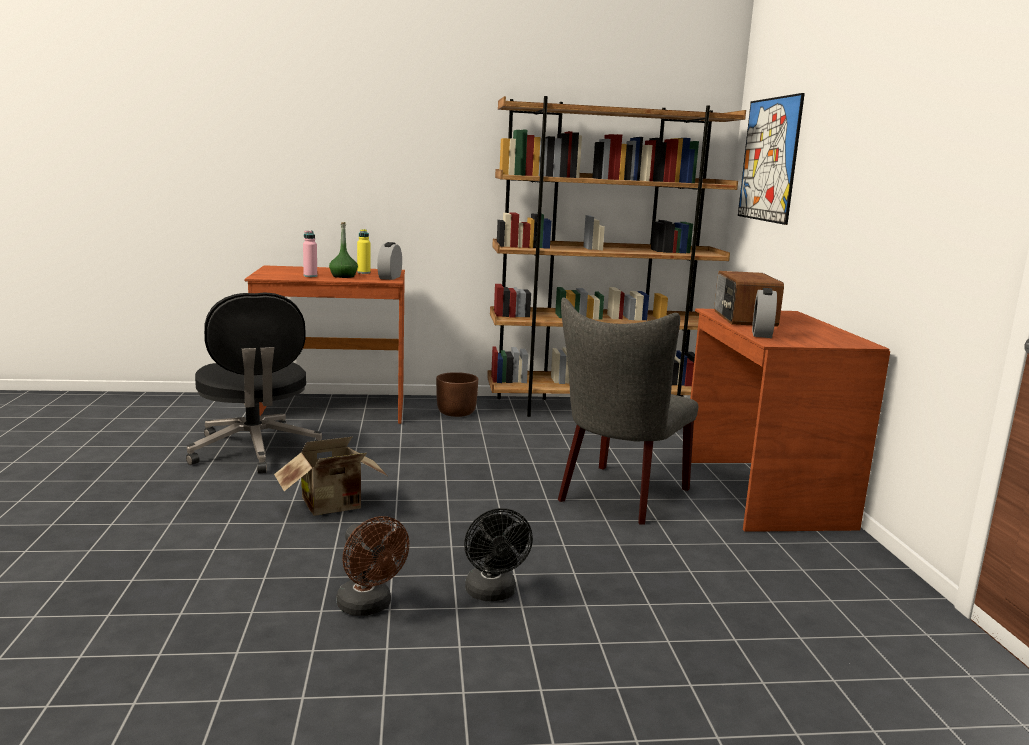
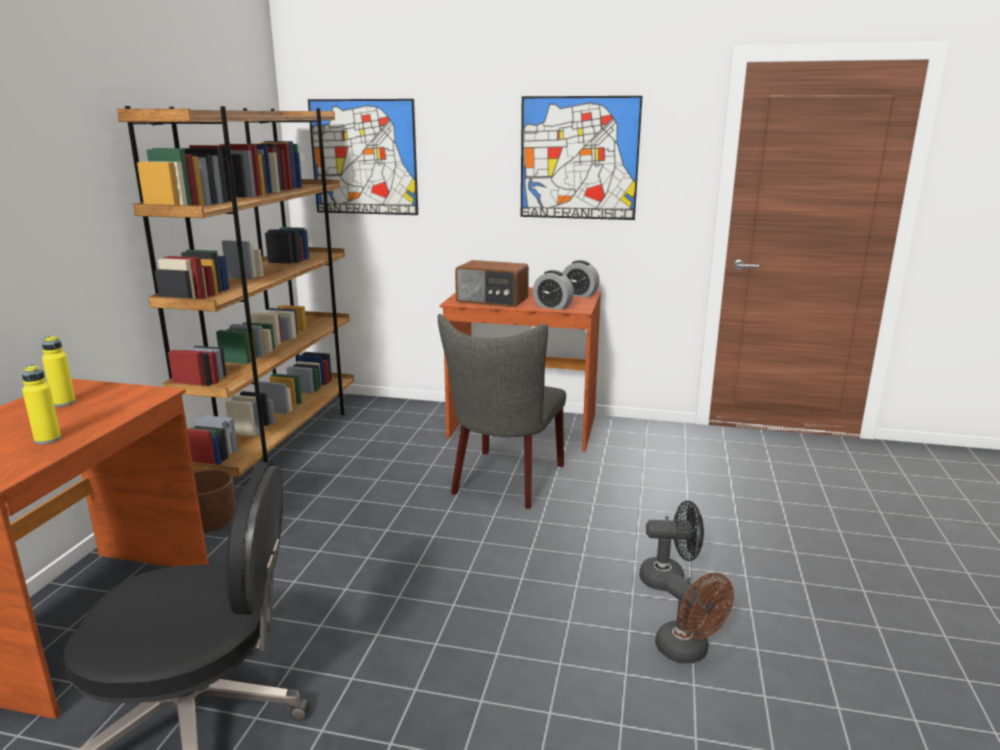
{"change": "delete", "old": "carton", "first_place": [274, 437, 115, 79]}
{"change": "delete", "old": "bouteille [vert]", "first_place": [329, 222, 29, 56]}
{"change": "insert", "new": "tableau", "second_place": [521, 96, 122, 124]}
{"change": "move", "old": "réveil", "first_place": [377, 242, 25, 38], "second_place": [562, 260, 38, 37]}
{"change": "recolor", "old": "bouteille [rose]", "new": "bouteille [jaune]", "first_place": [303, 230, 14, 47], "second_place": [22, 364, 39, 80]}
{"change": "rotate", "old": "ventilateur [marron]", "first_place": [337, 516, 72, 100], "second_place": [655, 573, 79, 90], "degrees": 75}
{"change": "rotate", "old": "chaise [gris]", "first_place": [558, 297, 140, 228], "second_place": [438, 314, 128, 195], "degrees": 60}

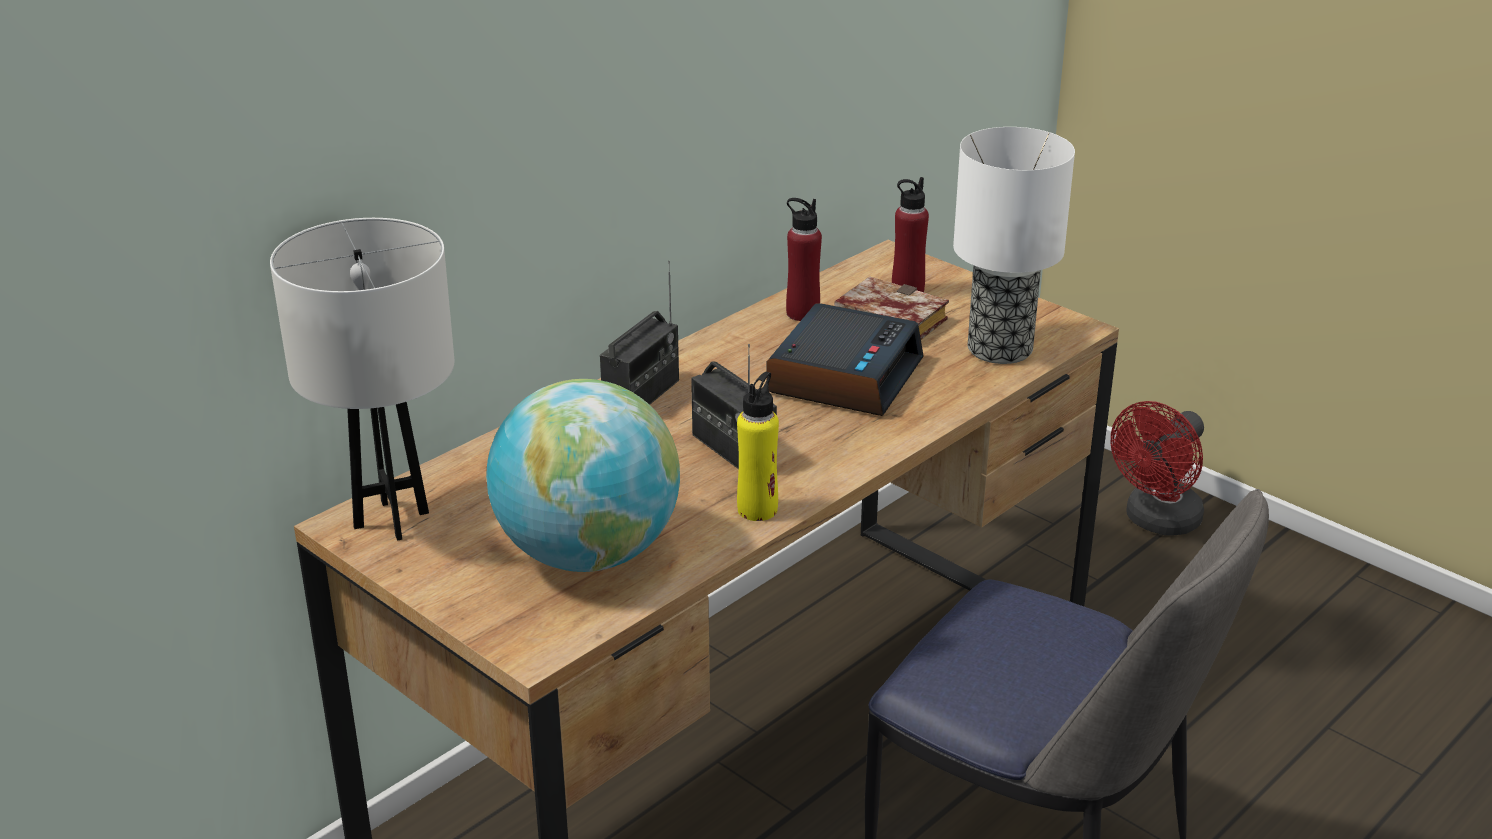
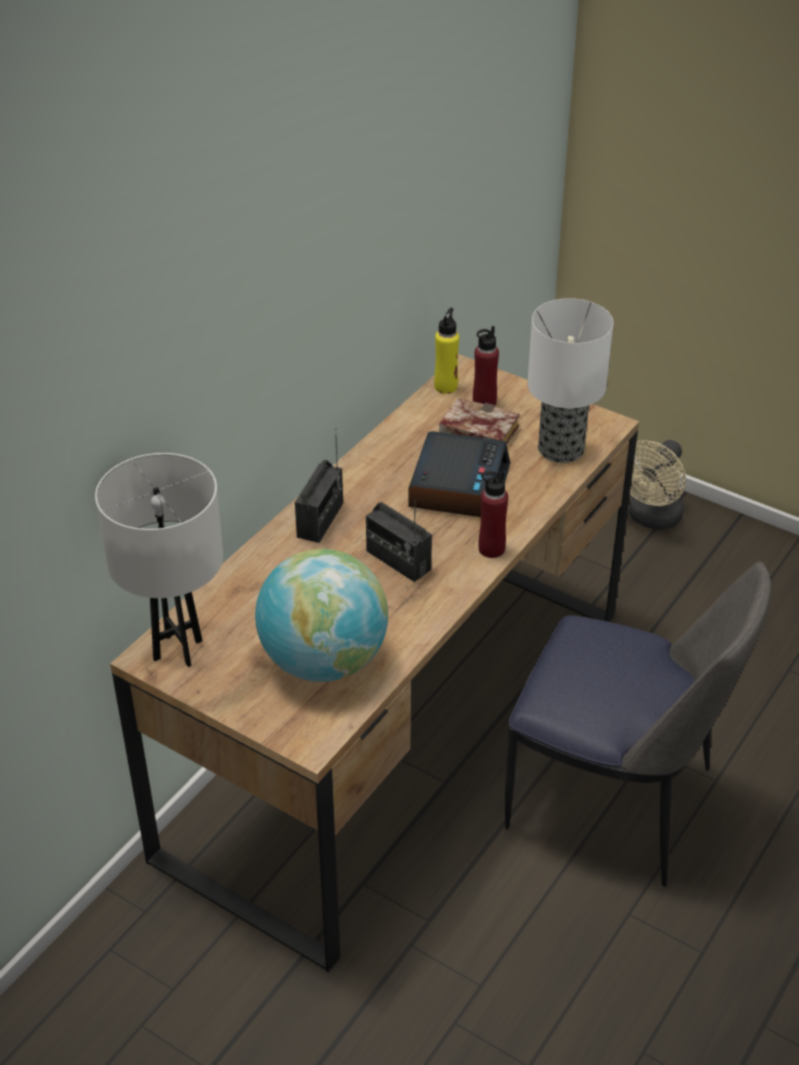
{"change": "move", "old": "bouteille [jaune]", "first_place": [737, 372, 42, 149], "second_place": [434, 308, 25, 86]}
{"change": "move", "old": "bouteille [rouge]", "first_place": [786, 198, 36, 123], "second_place": [478, 471, 30, 87]}
{"change": "recolor", "old": "ventilateur [rouge]", "new": "ventilateur [beige]", "first_place": [1111, 401, 93, 135], "second_place": [629, 440, 57, 90]}

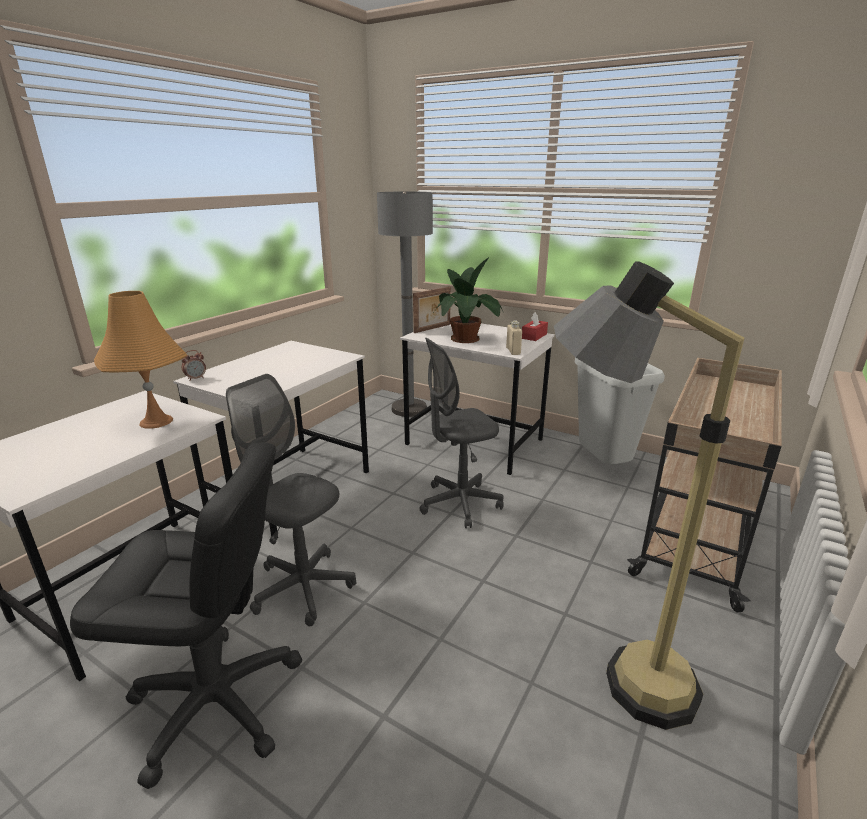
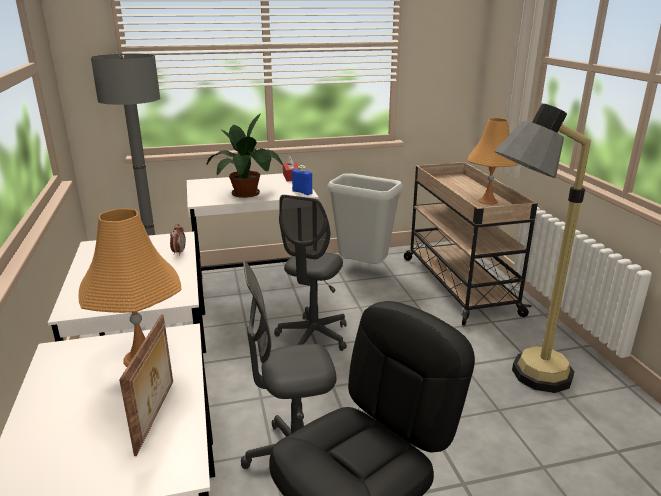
{"change": "insert", "new": "lampe de table [orange]", "second_place": [468, 118, 51, 87]}
{"change": "move", "old": "réveil", "first_place": [181, 350, 25, 31], "second_place": [170, 223, 16, 32]}
{"change": "move", "old": "cadre photo", "first_place": [413, 287, 38, 46], "second_place": [119, 314, 54, 142]}
{"change": "recolor", "old": "bouteille [beige]", "new": "bouteille [bleu]", "first_place": [506, 320, 16, 35], "second_place": [292, 165, 21, 30]}

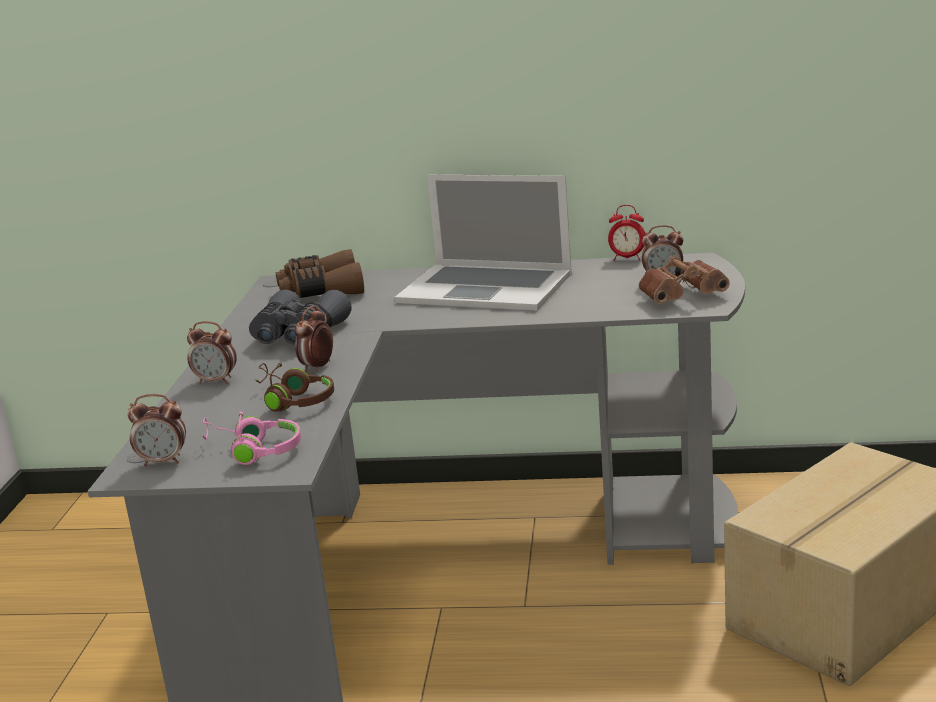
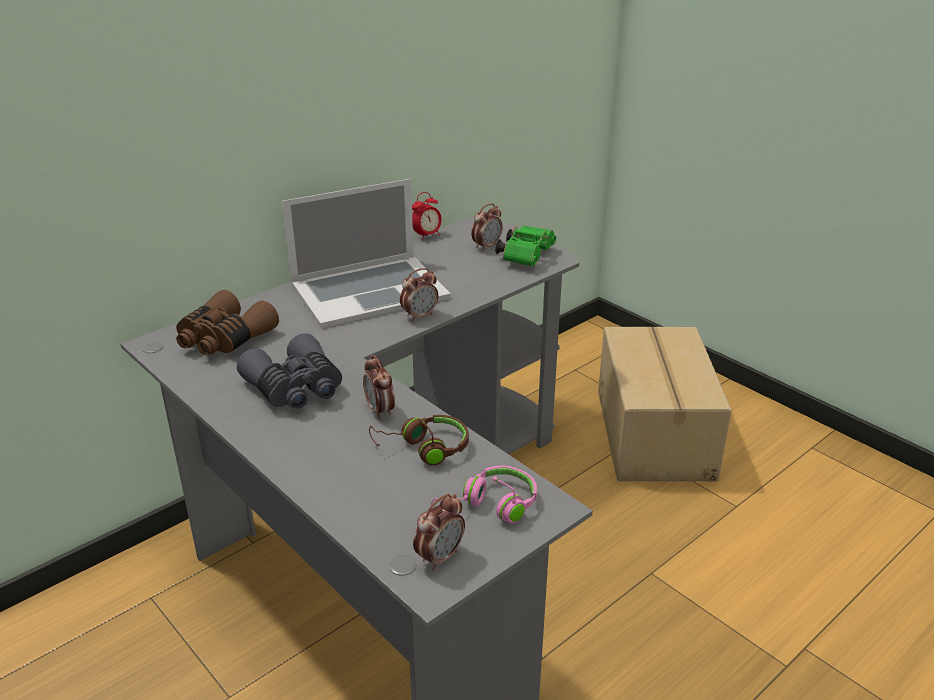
{"change": "move", "old": "réveil", "first_place": [187, 321, 50, 63], "second_place": [400, 268, 38, 54]}
{"change": "recolor", "old": "jumelles [marron]", "new": "jumelles [vert]", "first_place": [639, 255, 91, 49], "second_place": [495, 225, 61, 42]}

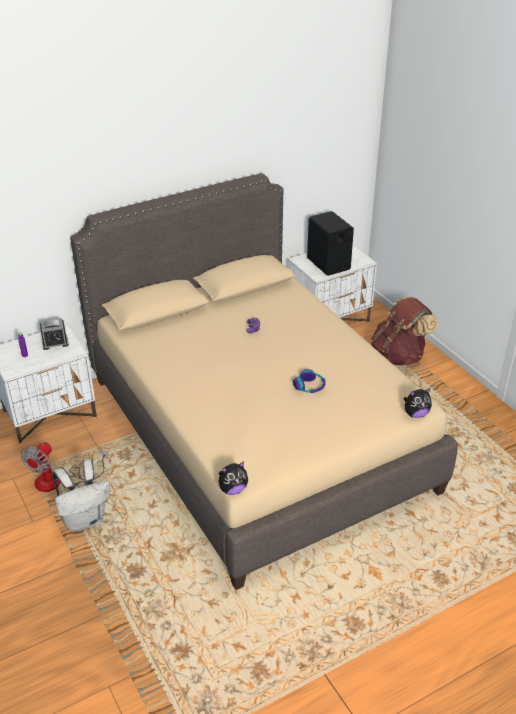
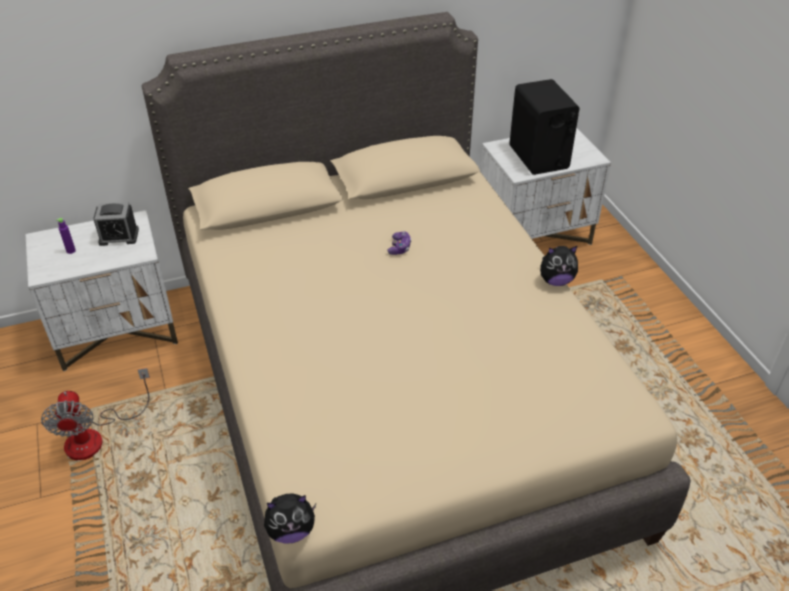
{"change": "delete", "old": "sac à dos [blanc]", "first_place": [52, 459, 58, 73]}
{"change": "delete", "old": "casque audio", "first_place": [293, 369, 33, 24]}
{"change": "delete", "old": "sac à dos [marron]", "first_place": [371, 296, 67, 70]}
{"change": "move", "old": "peluche", "first_place": [404, 388, 28, 30], "second_place": [540, 246, 38, 40]}
{"change": "rotate", "old": "ventilateur", "first_place": [21, 442, 87, 50], "second_place": [41, 368, 109, 92], "degrees": -45}

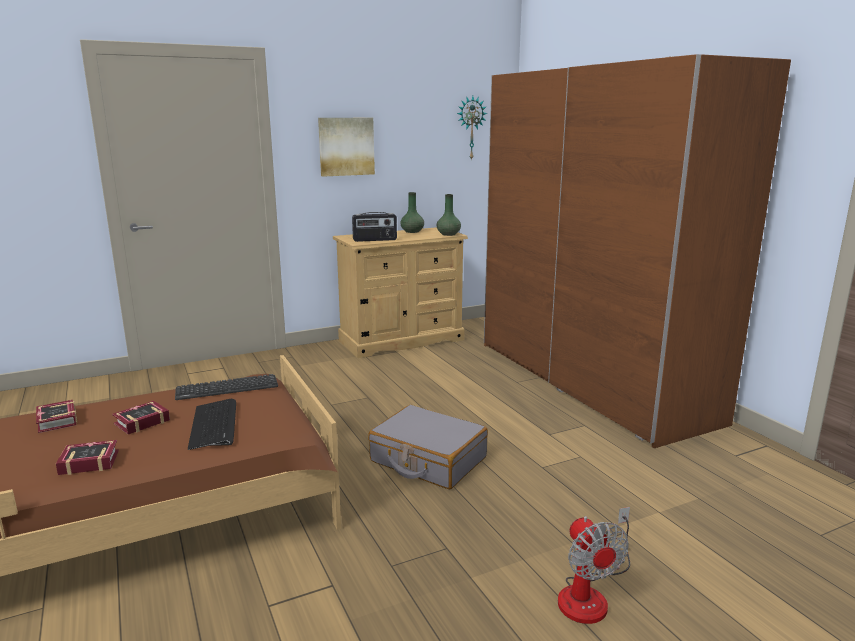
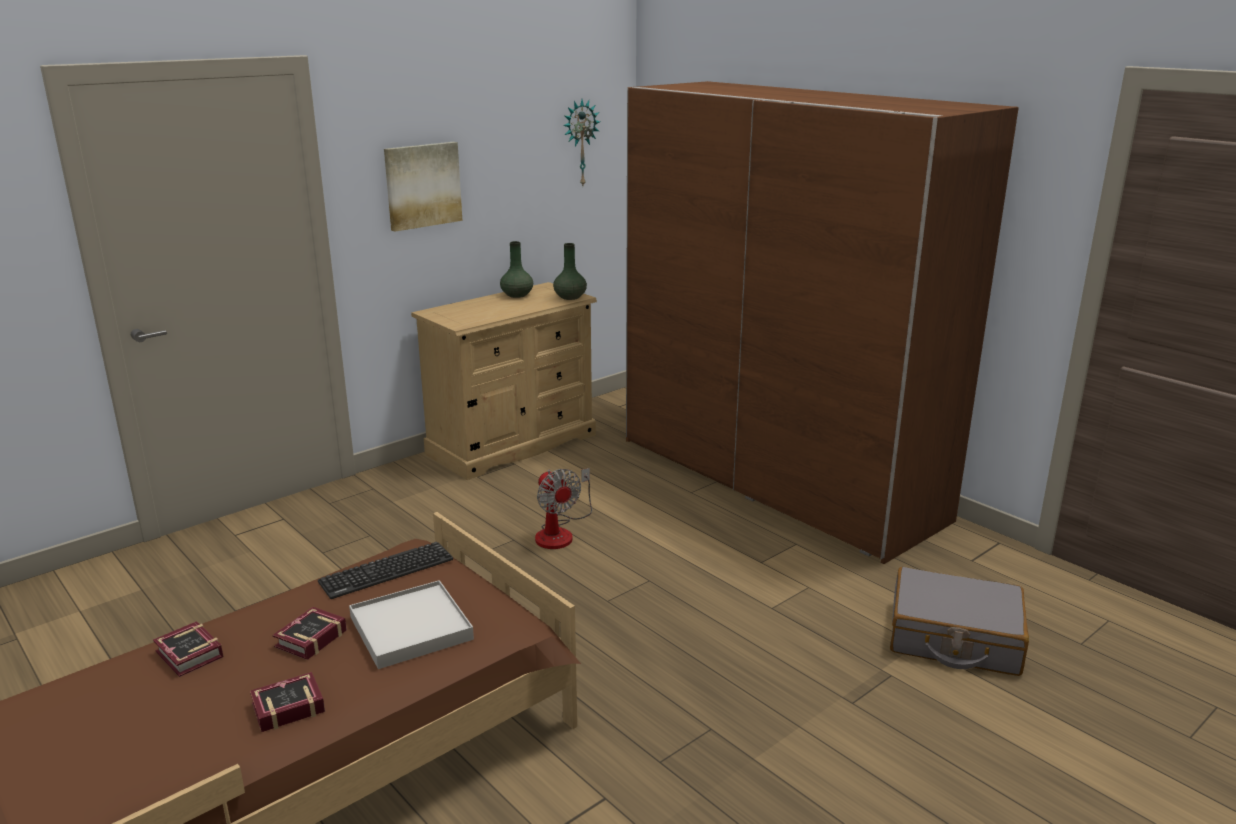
{"change": "delete", "old": "radio", "first_place": [352, 212, 45, 30]}
{"change": "move", "old": "valise [gris]", "first_place": [368, 405, 120, 84], "second_place": [890, 567, 139, 109]}
{"change": "move", "old": "ventilateur", "first_place": [558, 507, 72, 117], "second_place": [535, 468, 57, 81]}
{"change": "replace", "old": "clavier", "new": "plateau [blanc]", "first_place": [188, 399, 48, 51], "second_place": [349, 580, 125, 89]}

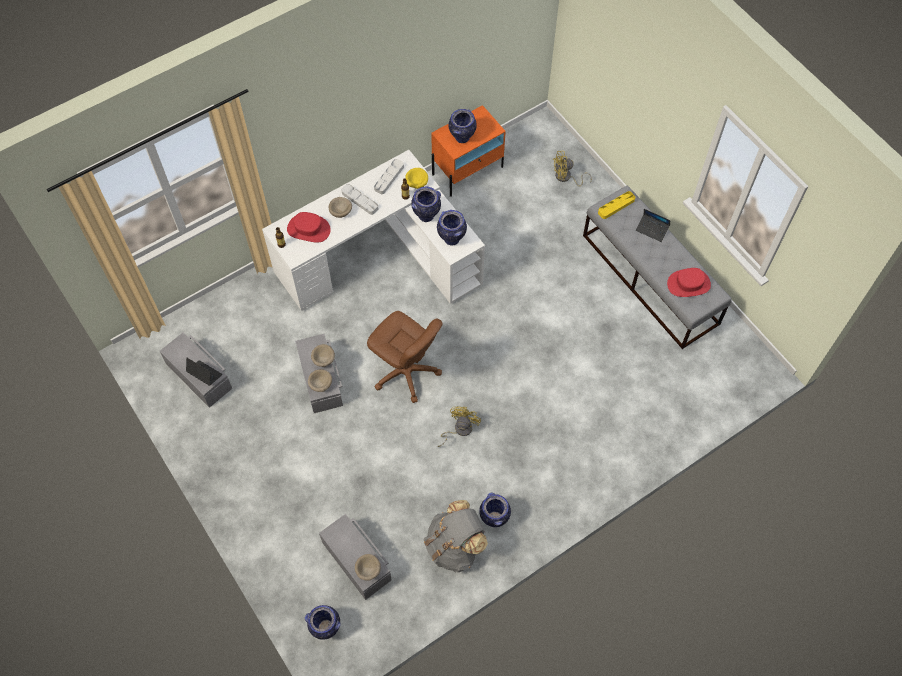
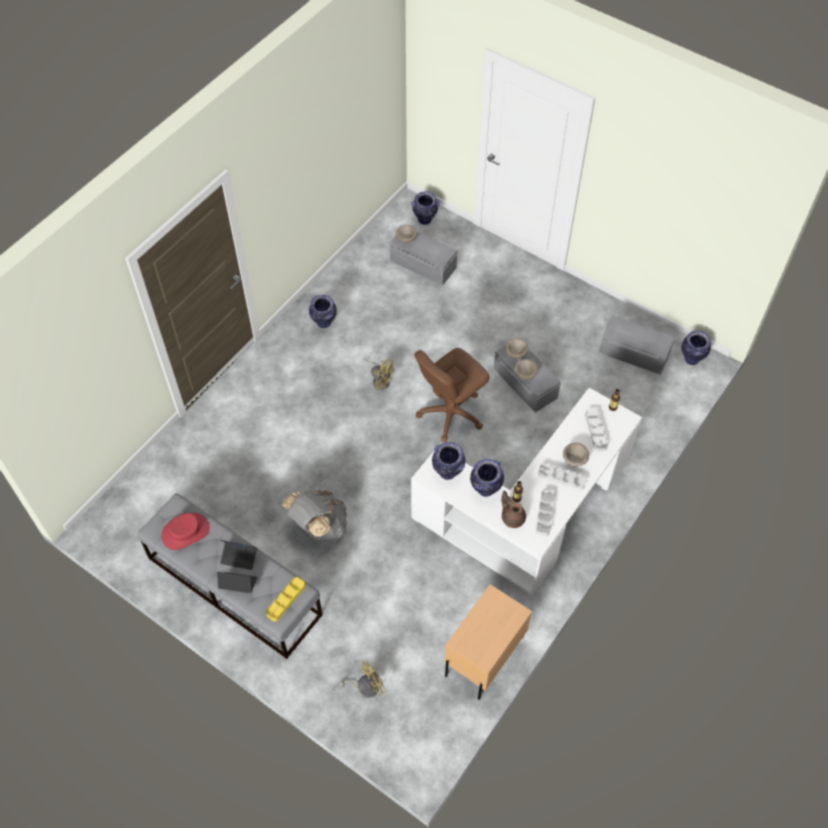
{"change": "move", "old": "ordinateur portable", "first_place": [186, 358, 36, 28], "second_place": [220, 540, 37, 30]}
{"change": "move", "old": "sac à dos [gris]", "first_place": [424, 500, 64, 73], "second_place": [282, 490, 65, 52]}
{"change": "move", "old": "vase", "first_place": [449, 109, 28, 34], "second_place": [682, 331, 29, 34]}
{"change": "replace", "old": "chapeau [rouge]", "new": "plateau [gris]", "first_place": [287, 212, 44, 30], "second_place": [585, 408, 23, 43]}
{"change": "replace", "old": "bol [jaune]", "new": "théière [marron]", "first_place": [405, 168, 23, 21], "second_place": [501, 491, 25, 37]}
{"change": "recolor", "old": "table de chevet [orange]", "new": "table de chevet [beige]", "first_place": [431, 105, 75, 92], "second_place": [444, 584, 88, 116]}
{"change": "rotate", "old": "chaise de bureau [marron]", "first_place": [367, 311, 76, 92], "second_place": [414, 348, 75, 94], "degrees": -60}
{"change": "rotate", "old": "ventilateur [jaune]", "first_place": [438, 406, 43, 41], "second_place": [365, 359, 29, 31], "degrees": -60}

